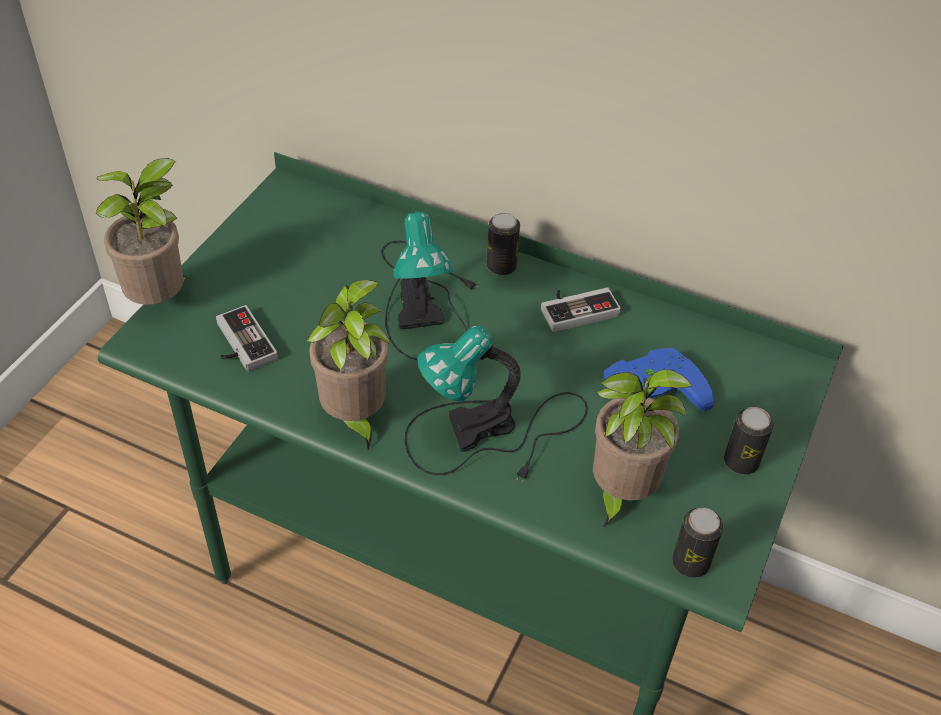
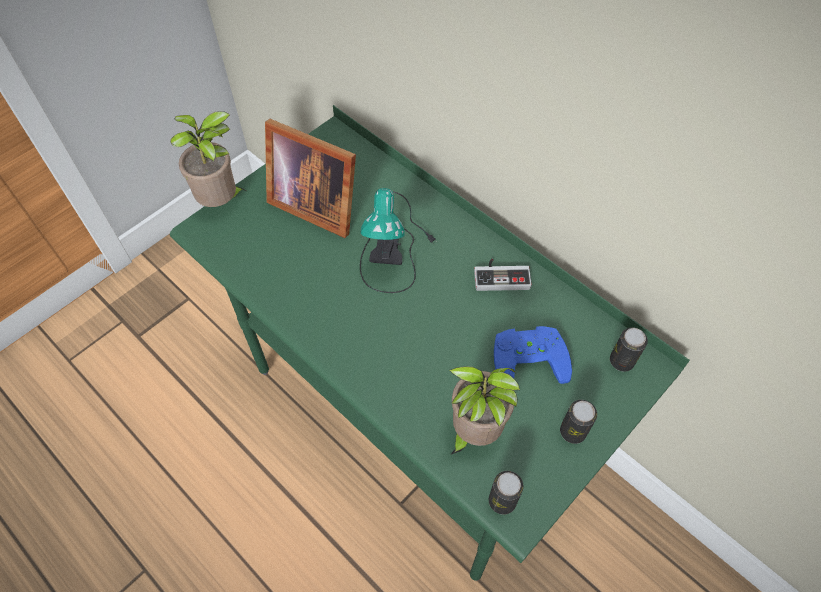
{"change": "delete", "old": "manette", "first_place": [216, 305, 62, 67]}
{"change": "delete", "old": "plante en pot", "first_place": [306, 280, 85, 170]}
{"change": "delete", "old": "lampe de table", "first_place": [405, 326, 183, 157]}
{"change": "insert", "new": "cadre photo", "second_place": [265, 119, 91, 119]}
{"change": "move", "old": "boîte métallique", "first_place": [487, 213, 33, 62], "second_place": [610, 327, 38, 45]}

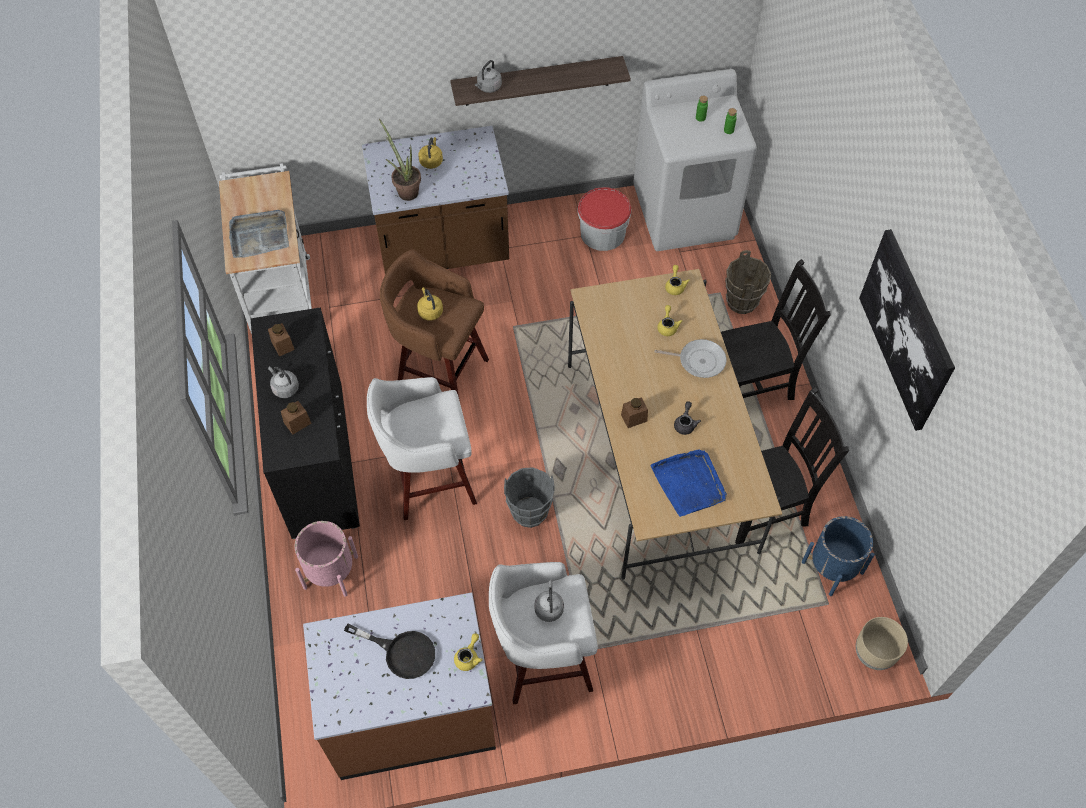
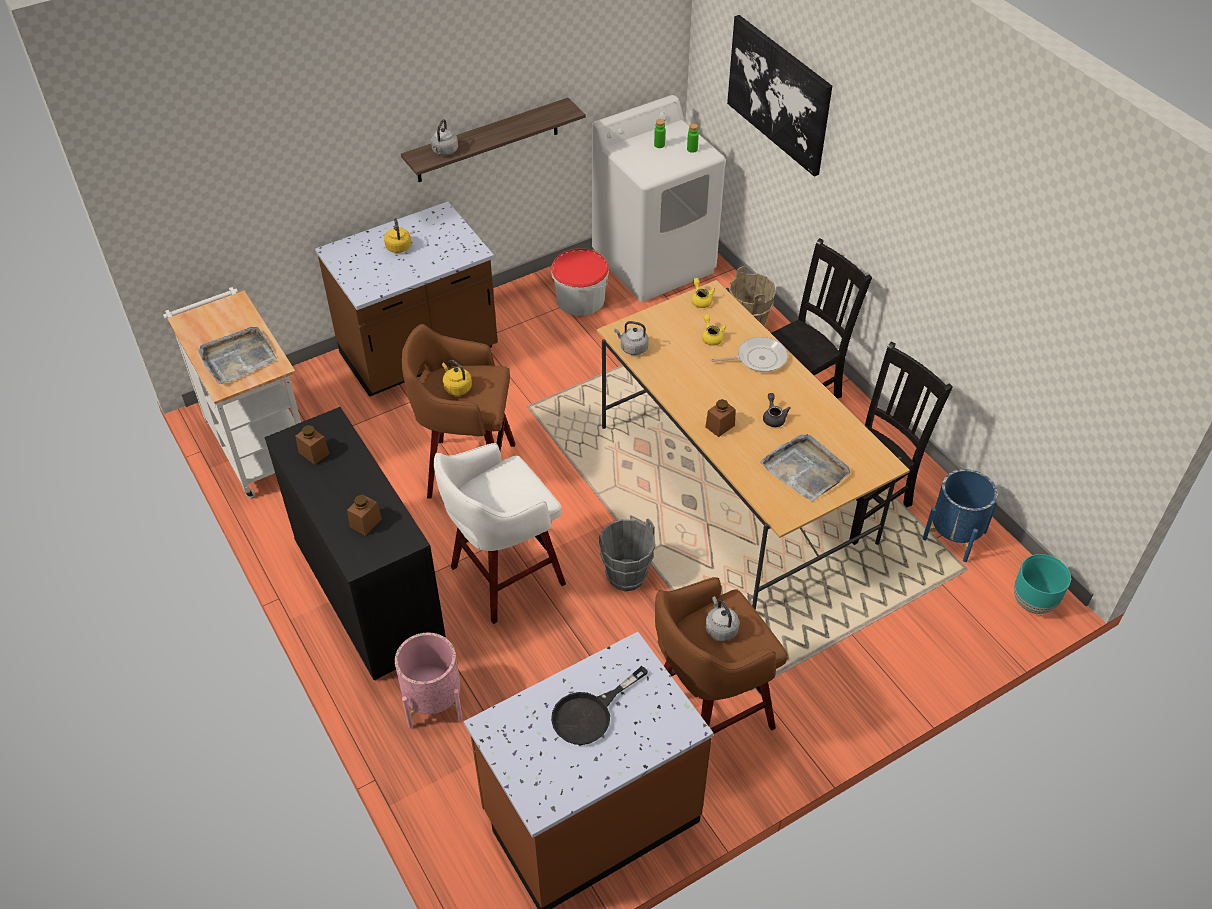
{"change": "delete", "old": "plante en pot", "first_place": [379, 119, 42, 82]}
{"change": "delete", "old": "théière [jaune]", "first_place": [454, 633, 29, 38]}
{"change": "move", "old": "bouilloire [gris]", "first_place": [268, 366, 31, 32], "second_place": [614, 321, 35, 34]}
{"change": "move", "old": "tableau", "first_place": [859, 229, 96, 202], "second_place": [727, 15, 105, 162]}
{"change": "recolor", "old": "tabouret [blanc]", "new": "tabouret [marron]", "first_place": [489, 562, 109, 142], "second_place": [655, 577, 133, 157]}
{"change": "recolor", "old": "plateau [bleu]", "new": "plateau [gris]", "first_place": [651, 449, 76, 68], "second_place": [760, 434, 90, 67]}
{"change": "recolor", "old": "cache-pot [beige]", "new": "cache-pot [turquoise]", "first_place": [856, 617, 52, 53], "second_place": [1014, 554, 57, 60]}
{"change": "rotate", "old": "poêle [noir]", "first_place": [344, 624, 91, 55], "second_place": [551, 666, 97, 79], "degrees": 135}

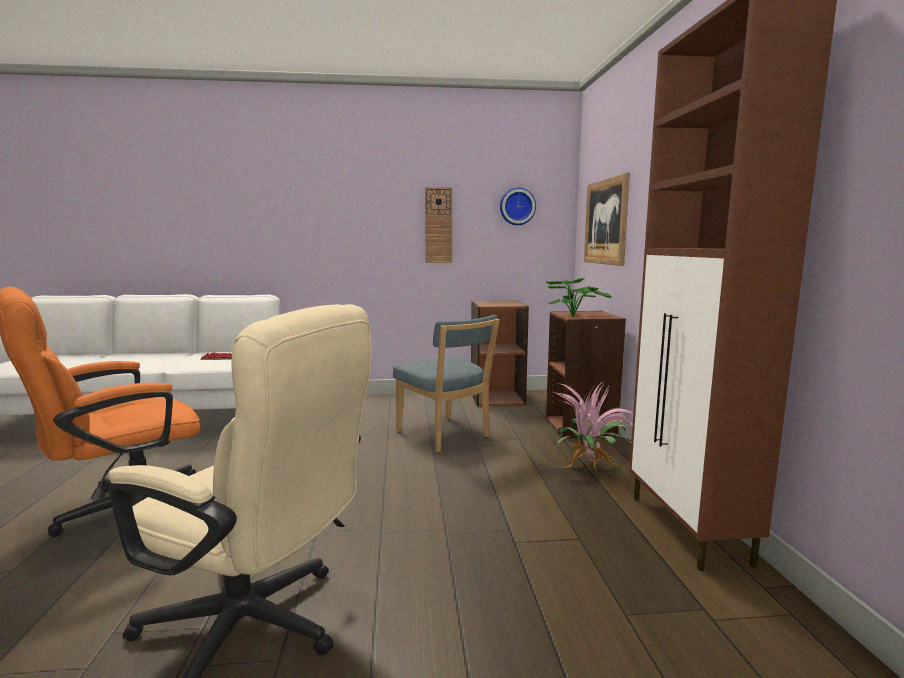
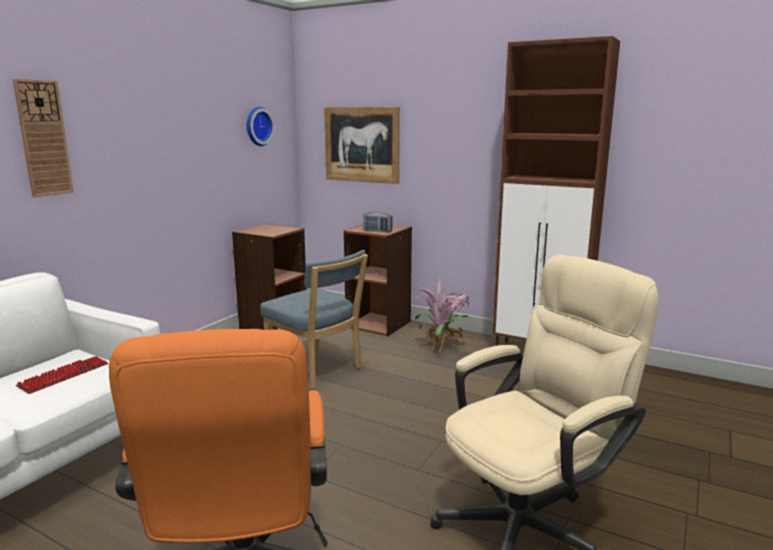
{"change": "move", "old": "horloge murale", "first_place": [425, 187, 28, 76], "second_place": [13, 79, 61, 118]}
{"change": "replace", "old": "plante en pot", "new": "radio", "first_place": [546, 278, 65, 38], "second_place": [363, 212, 30, 20]}
{"change": "rotate", "old": "chaise [bleu]", "first_place": [393, 315, 107, 138], "second_place": [260, 250, 108, 139], "degrees": 45}

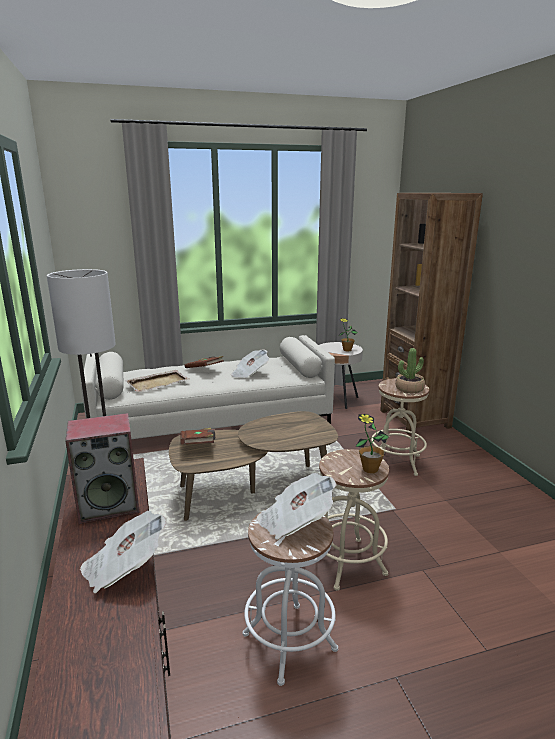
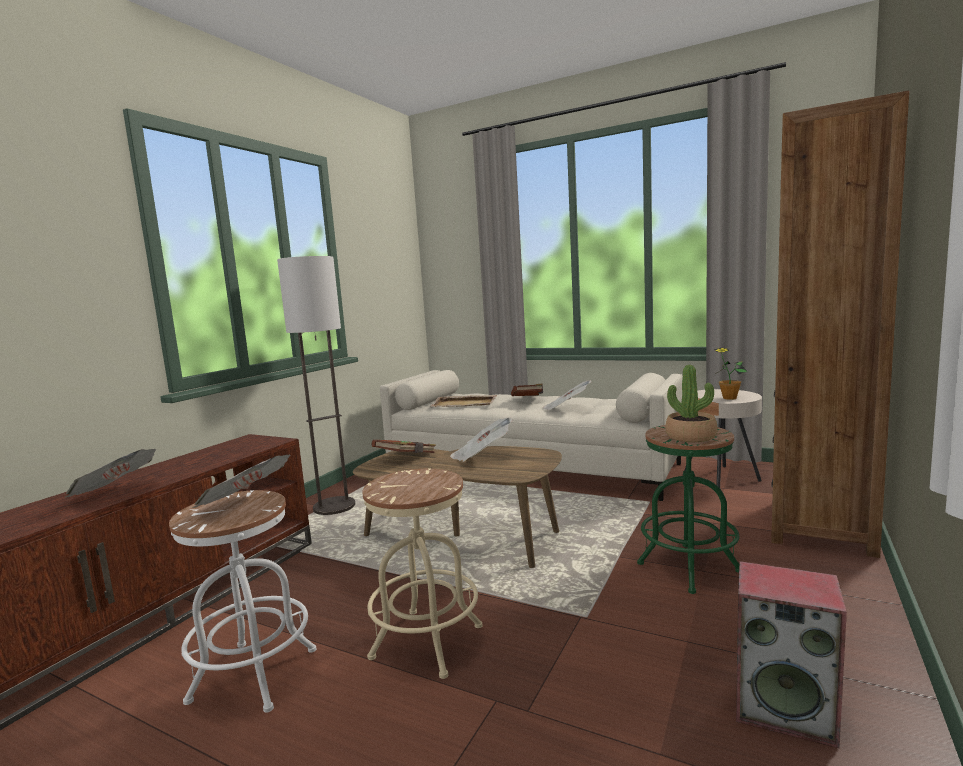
{"change": "delete", "old": "plante en pot", "first_place": [355, 414, 34, 59]}
{"change": "insert", "new": "journal", "second_place": [450, 417, 63, 45]}
{"change": "move", "old": "enceinte", "first_place": [65, 413, 75, 111], "second_place": [736, 561, 111, 187]}
{"change": "recolor", "old": "tabouret [beige]", "new": "tabouret [vert]", "first_place": [371, 378, 58, 98], "second_place": [637, 425, 102, 169]}

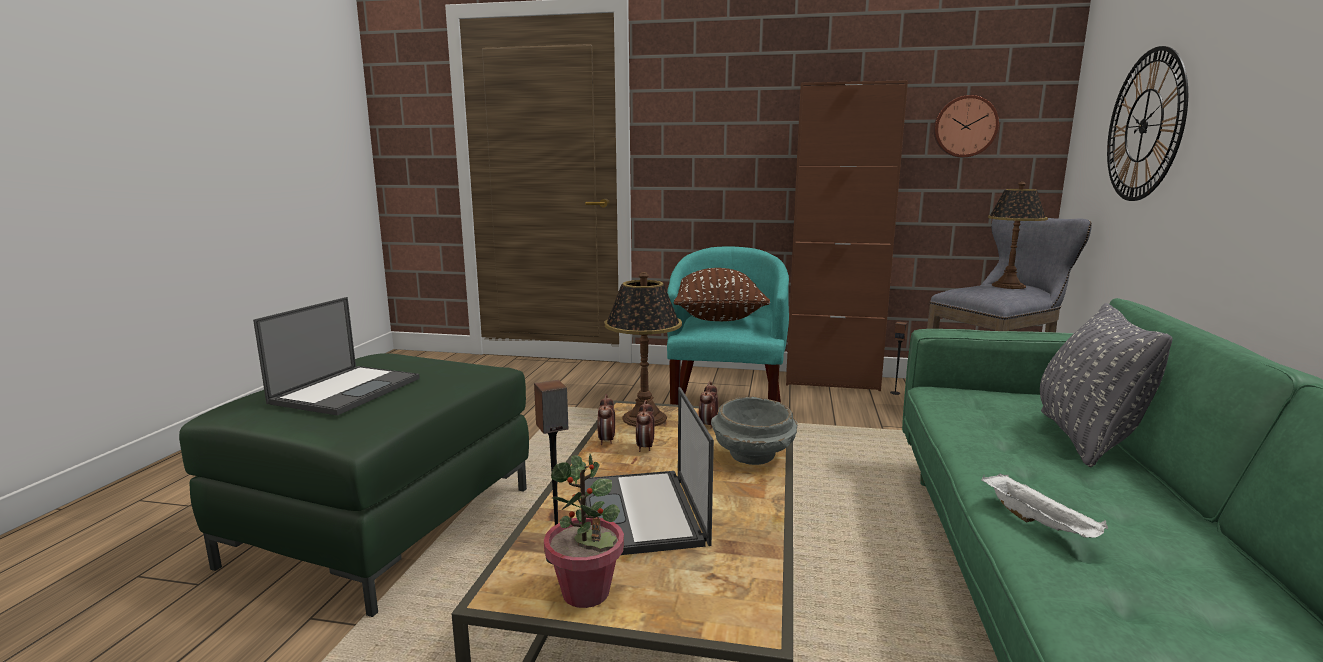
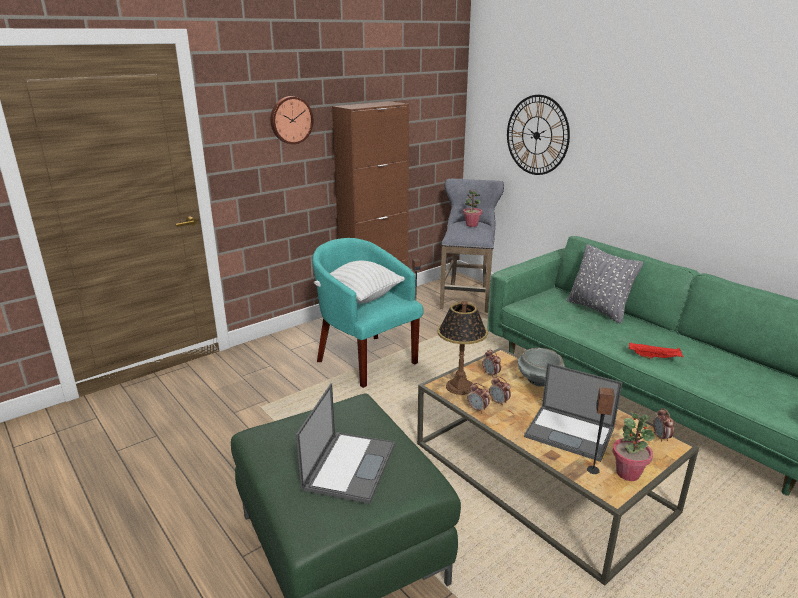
{"change": "insert", "new": "réveil", "second_place": [653, 408, 21, 34]}
{"change": "move", "old": "horloge murale", "first_place": [934, 95, 65, 62], "second_place": [270, 96, 44, 48]}
{"change": "replace", "old": "lampe de table", "new": "plante en pot", "first_place": [988, 182, 60, 107], "second_place": [463, 190, 19, 37]}
{"change": "recolor", "old": "coussin [marron]", "new": "coussin [blanc]", "first_place": [674, 268, 96, 53], "second_place": [314, 261, 91, 42]}
{"change": "recolor", "old": "plateau [blanc]", "new": "plateau [rouge]", "first_place": [981, 473, 127, 65], "second_place": [629, 343, 54, 16]}
{"change": "rotate", "old": "ordinateur portable", "first_place": [253, 297, 167, 119], "second_place": [296, 383, 99, 121], "degrees": 45}

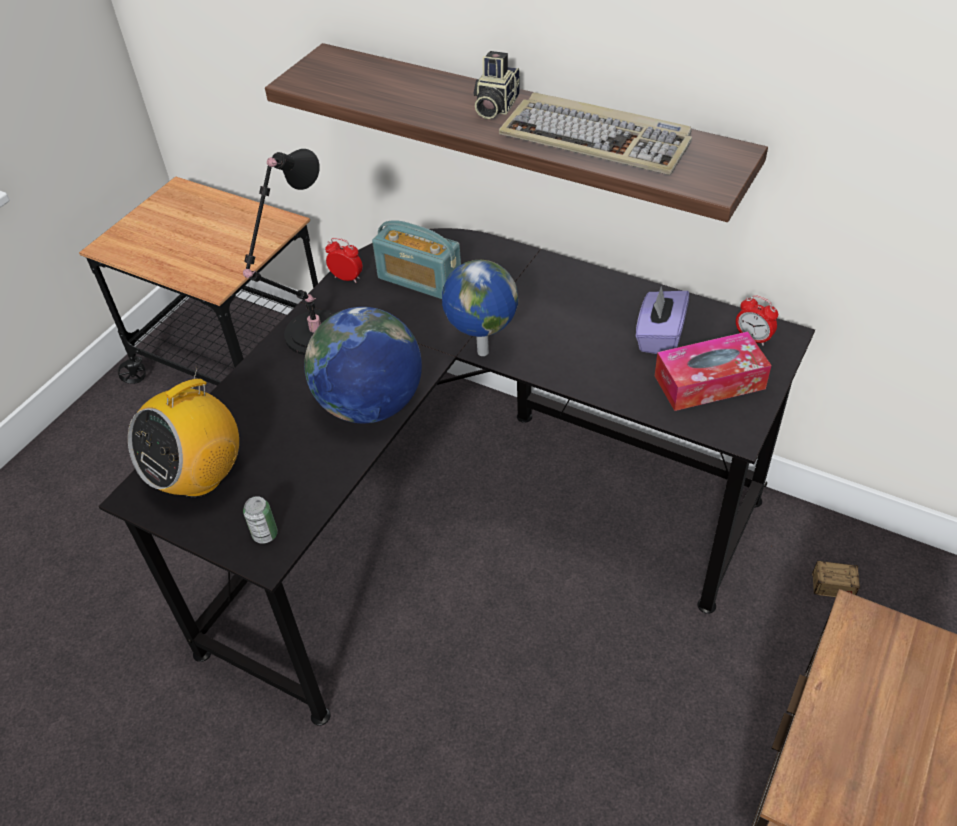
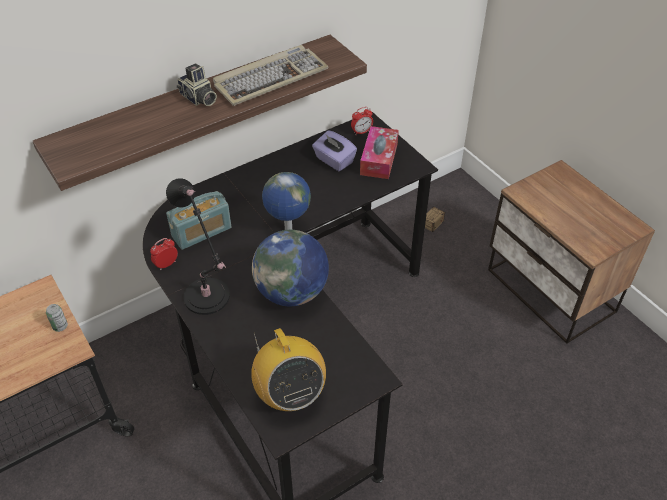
{"change": "move", "old": "boîte métallique", "first_place": [243, 496, 35, 48], "second_place": [46, 304, 22, 28]}

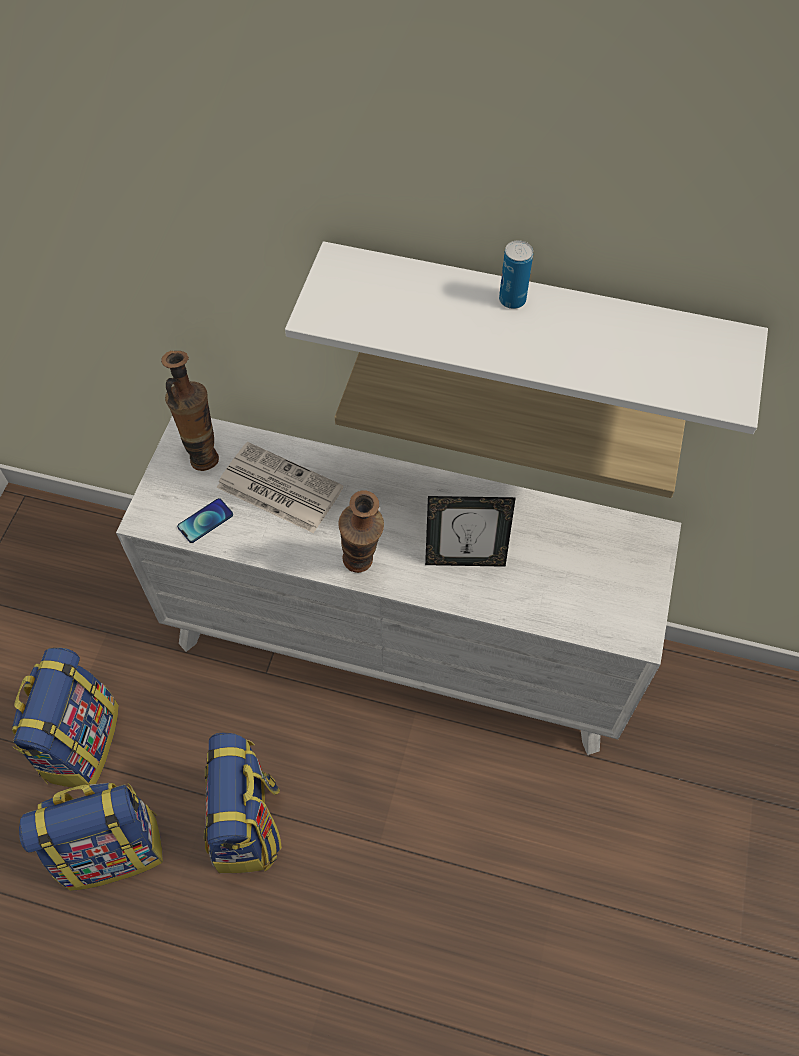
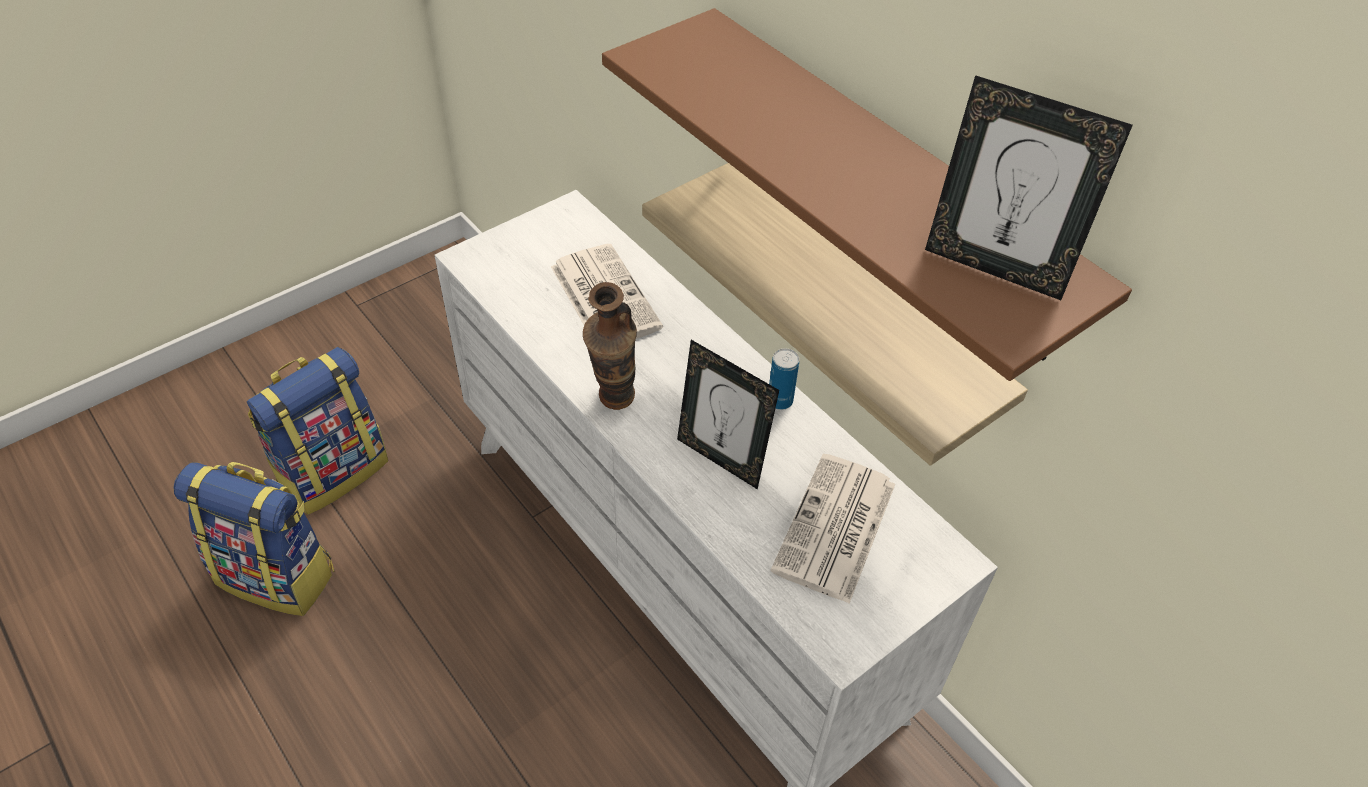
{"change": "delete", "old": "vase", "first_place": [161, 351, 58, 120]}
{"change": "delete", "old": "téléphone", "first_place": [177, 498, 56, 45]}
{"change": "delete", "old": "sac à dos", "first_place": [204, 733, 78, 140]}
{"change": "insert", "new": "journal", "second_place": [770, 454, 125, 150]}
{"change": "insert", "new": "cadre photo", "second_place": [925, 75, 208, 225]}
{"change": "move", "old": "boîte métallique", "first_place": [499, 240, 34, 69], "second_place": [769, 349, 30, 61]}
{"change": "recolor", "old": "étagère [blanc]", "new": "étagère [marron]", "first_place": [285, 241, 483, 193], "second_place": [602, 8, 530, 373]}

